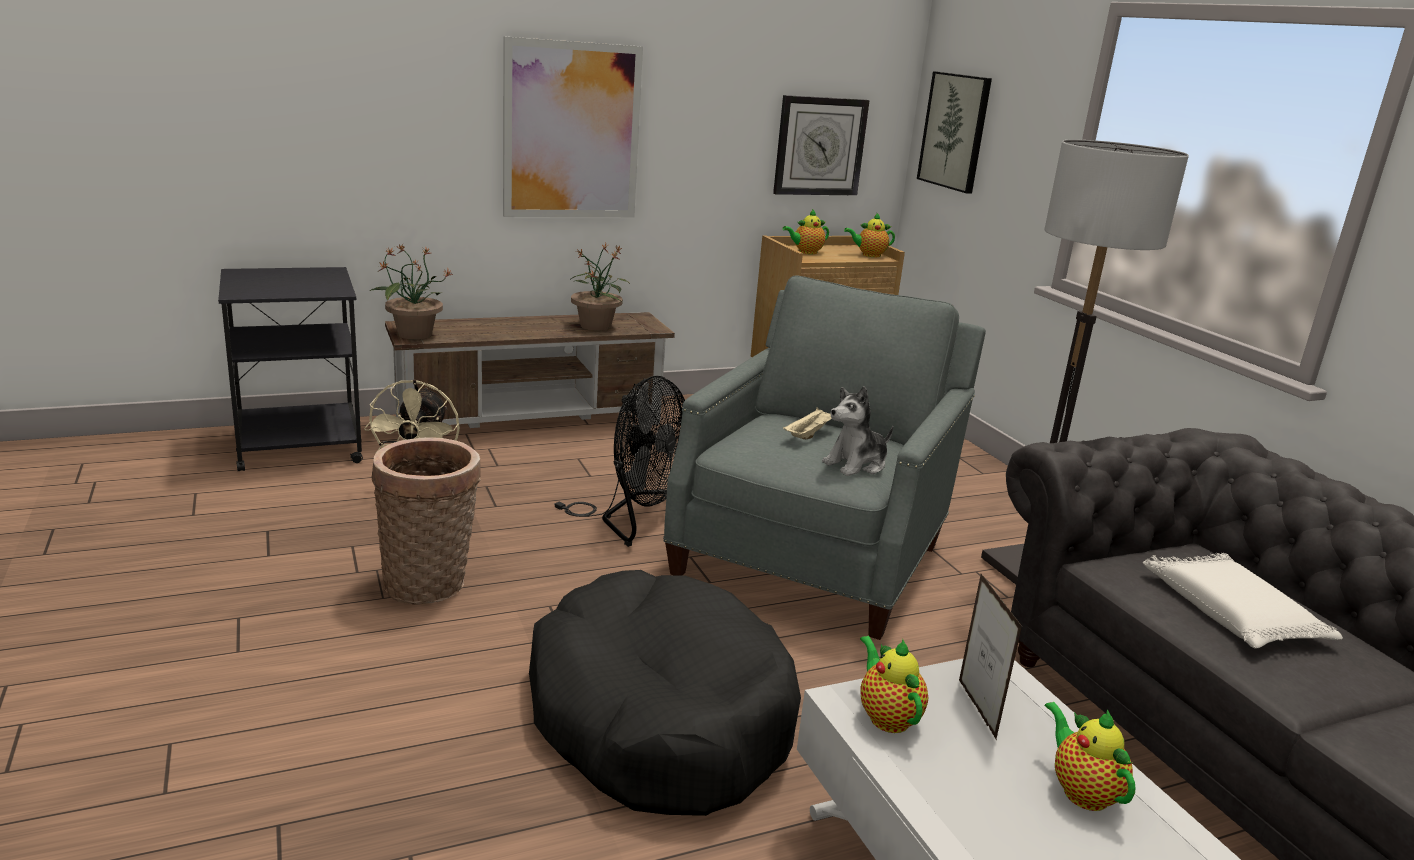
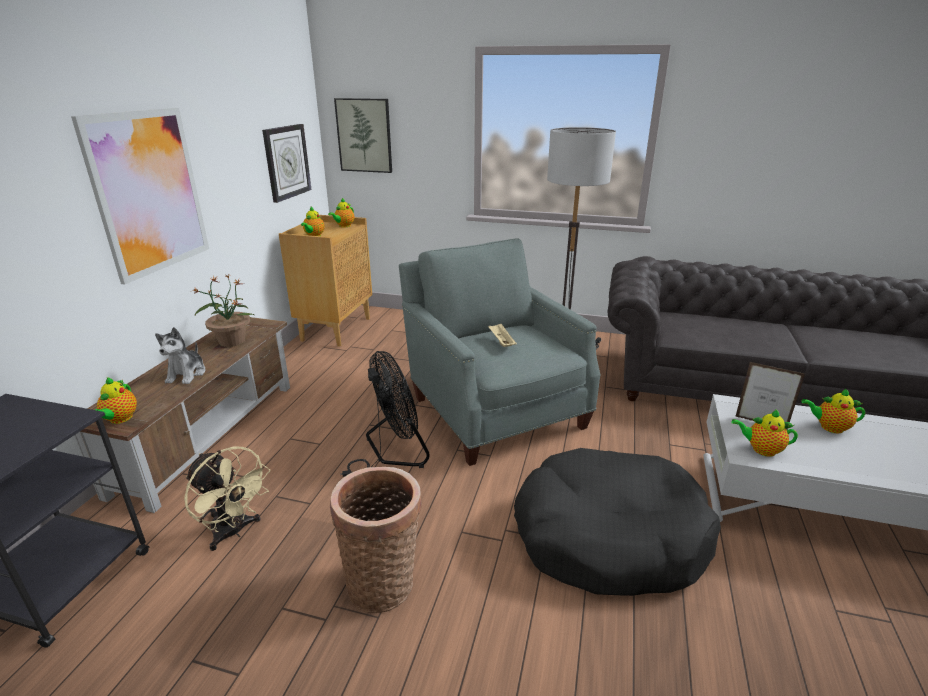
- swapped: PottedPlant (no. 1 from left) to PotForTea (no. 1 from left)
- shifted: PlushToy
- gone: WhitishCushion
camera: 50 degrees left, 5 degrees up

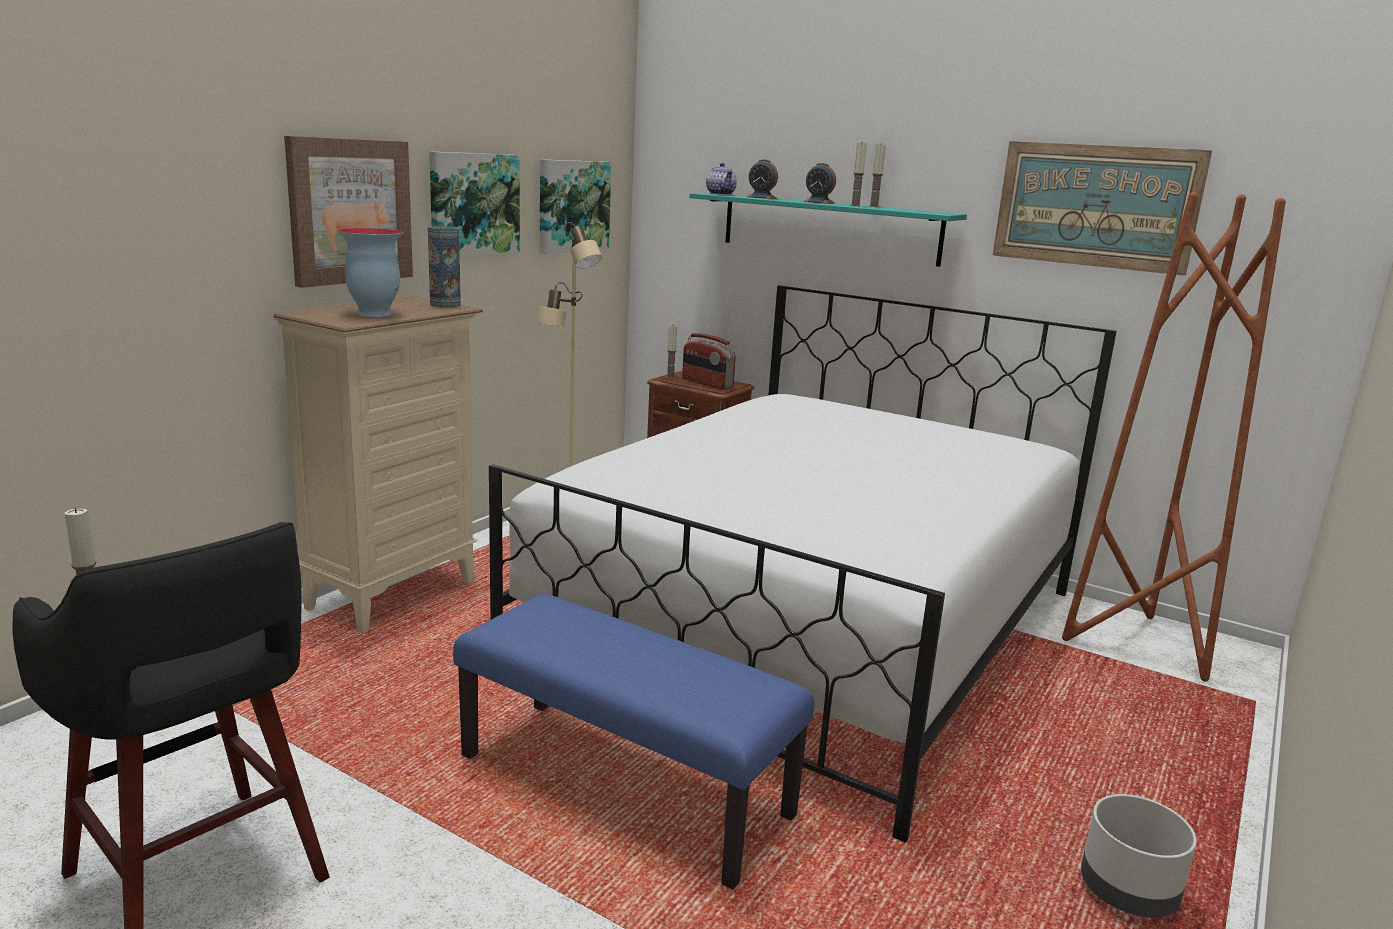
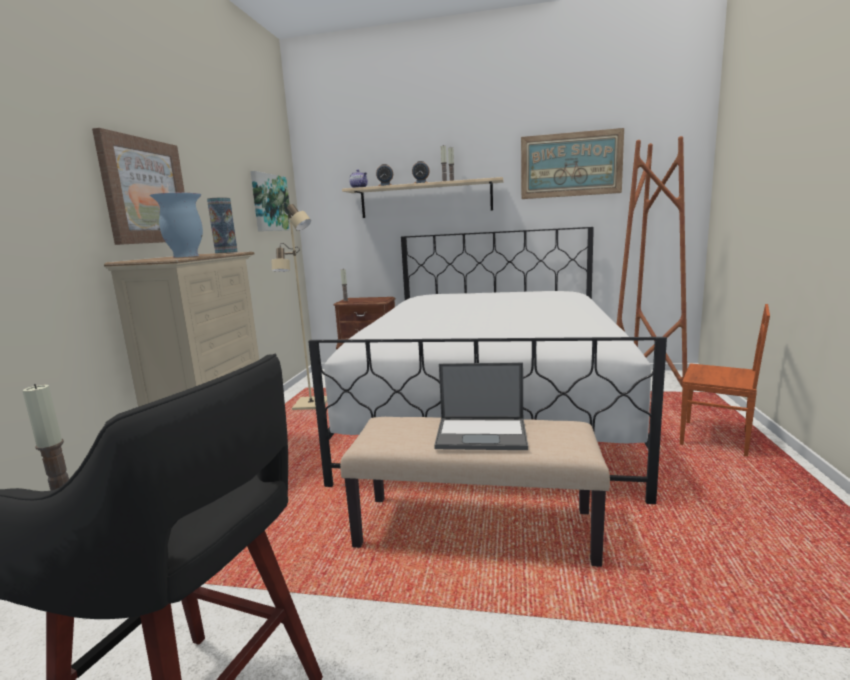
- repainted: BlueLongSeat to BeigeColouredLongSeat
- repainted: TurquoiseColouredWallShelf to BeigeColouredWallShelf
- new: Laptop
- new: BrownishChair
- gone: WallPicture (no. 2 from left)
- gone: RadioReceiver
- gone: GreyishFlowerPot
camera: 20 degrees left, 5 degrees down

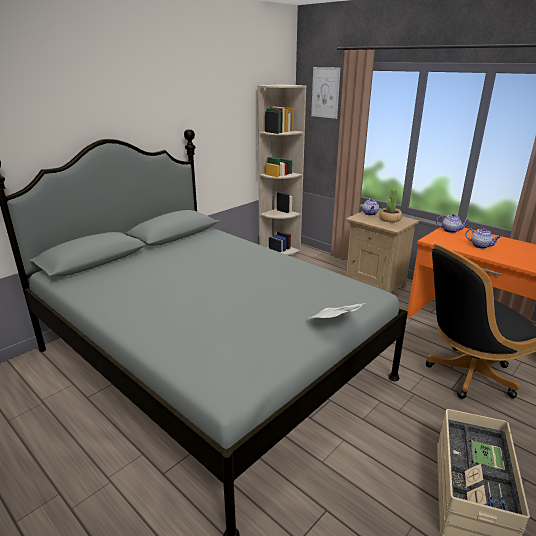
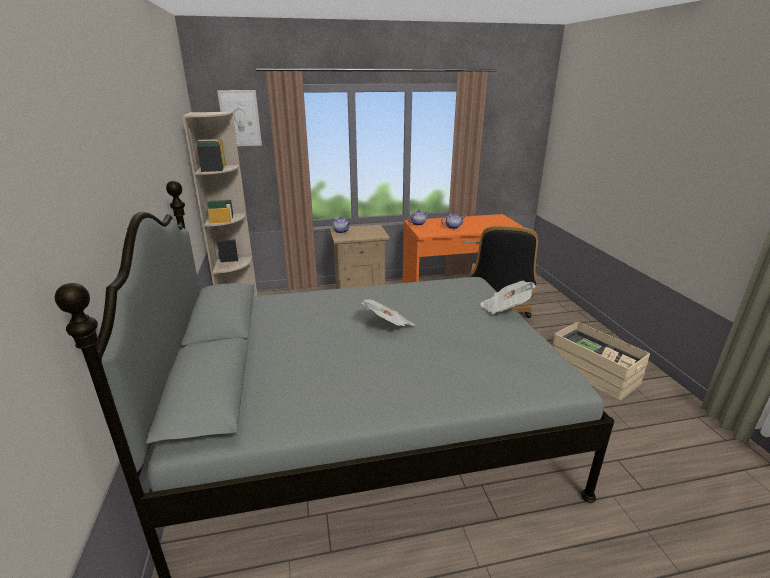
- new: DailyPaper (no. 1 from left)
- gone: PottedPlant
camera: 55 degrees left, 0 degrees up

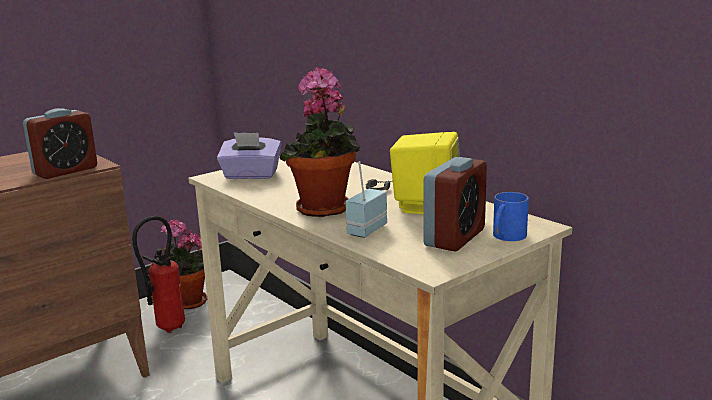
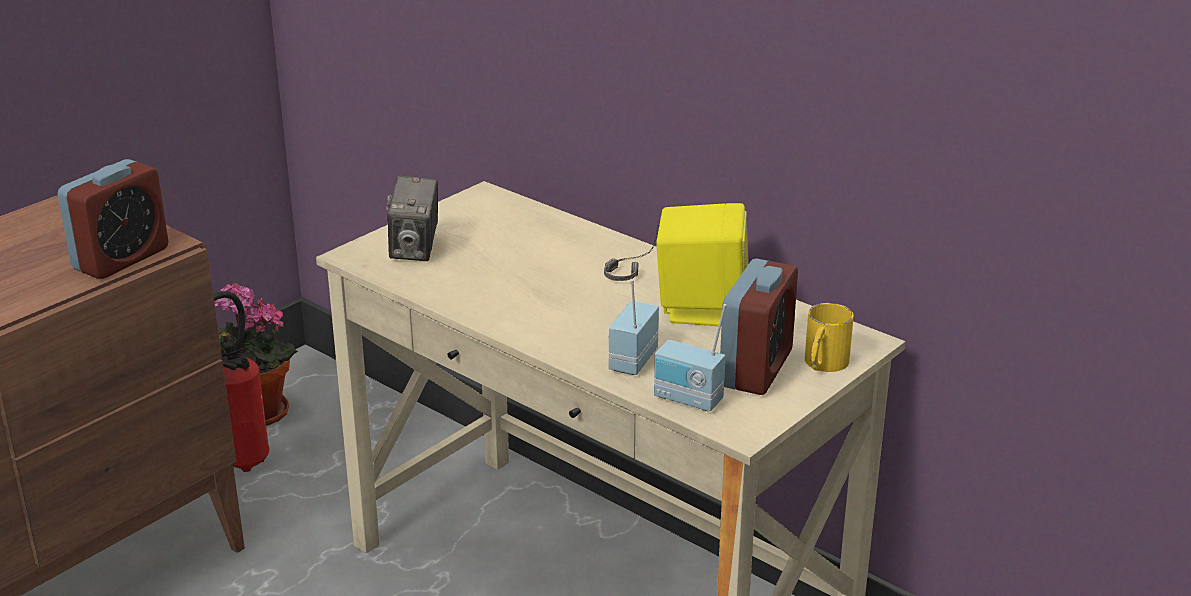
- swapped: PurpleColouredBoxOfTissues to StillCamera
- new: RadioReceiver (no. 2 from left)
- repainted: BlueCoffeeMug to YellowCoffeeMug
- gone: PottedPlant (no. 2 from left)
camera: 10 degrees left, 10 degrees up

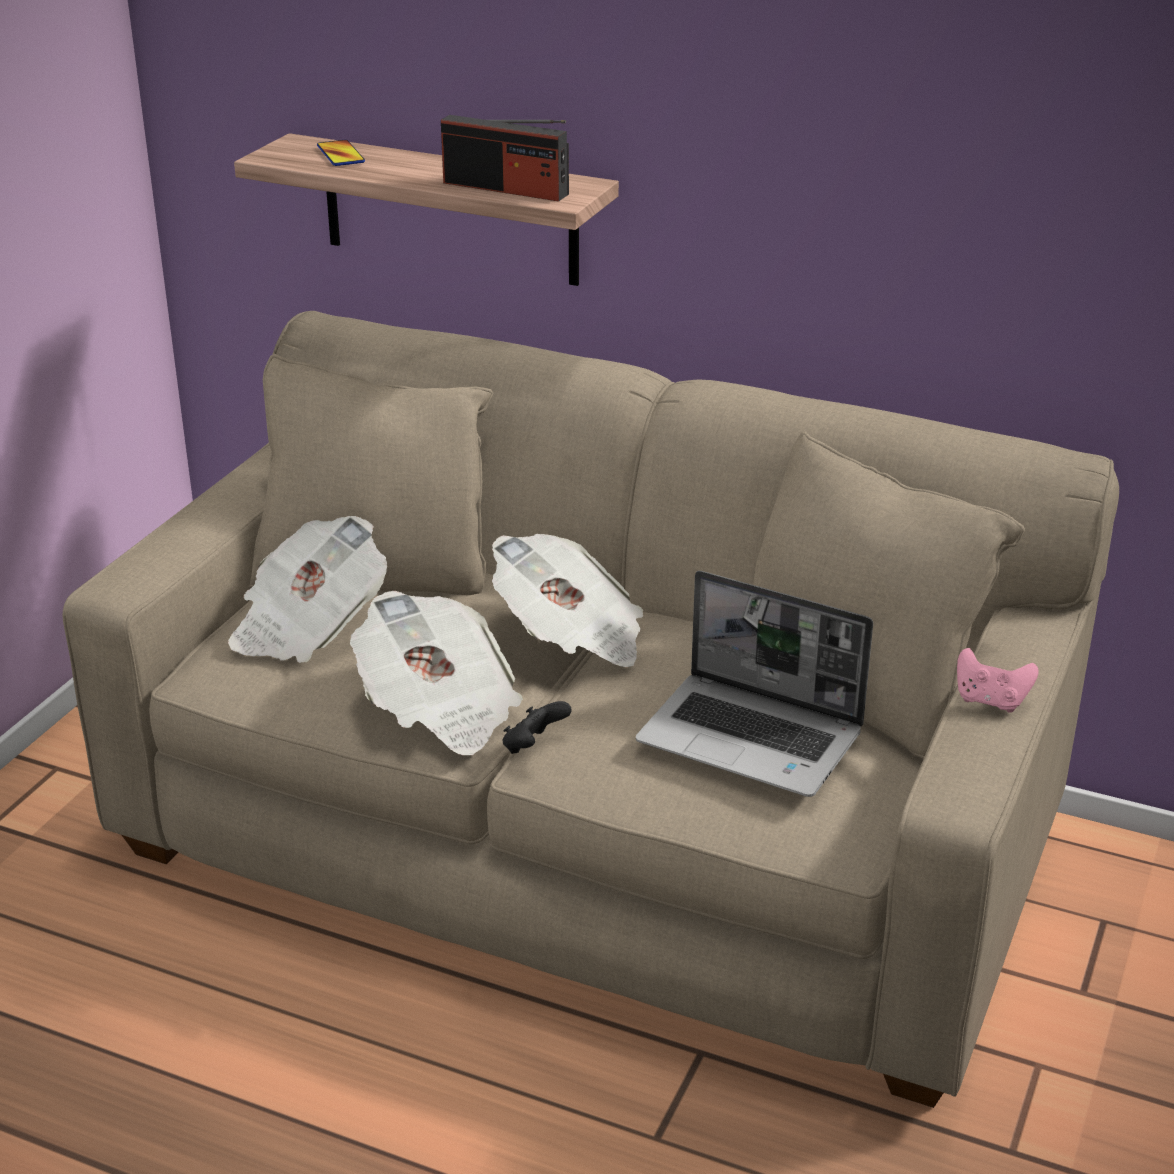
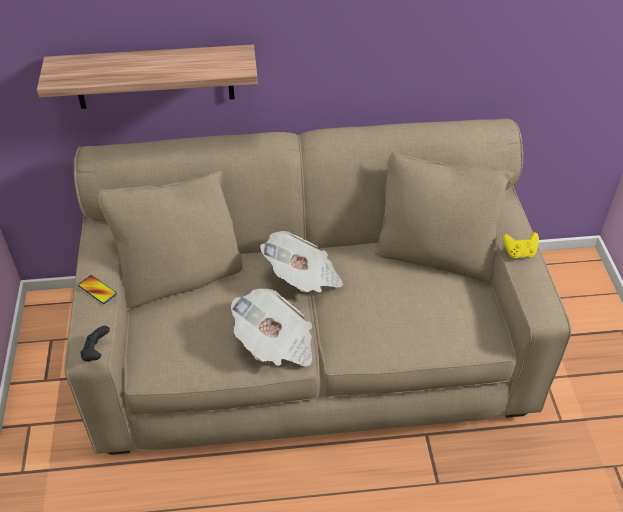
- shifted: Telephone
- shifted: BlackGamepad
- repainted: PinkishGamepad to YellowGamepad
- gone: DailyPaper (no. 1 from left)
- gone: RadioReceiver
- gone: Laptop
camera: 30 degrees left, 15 degrees up

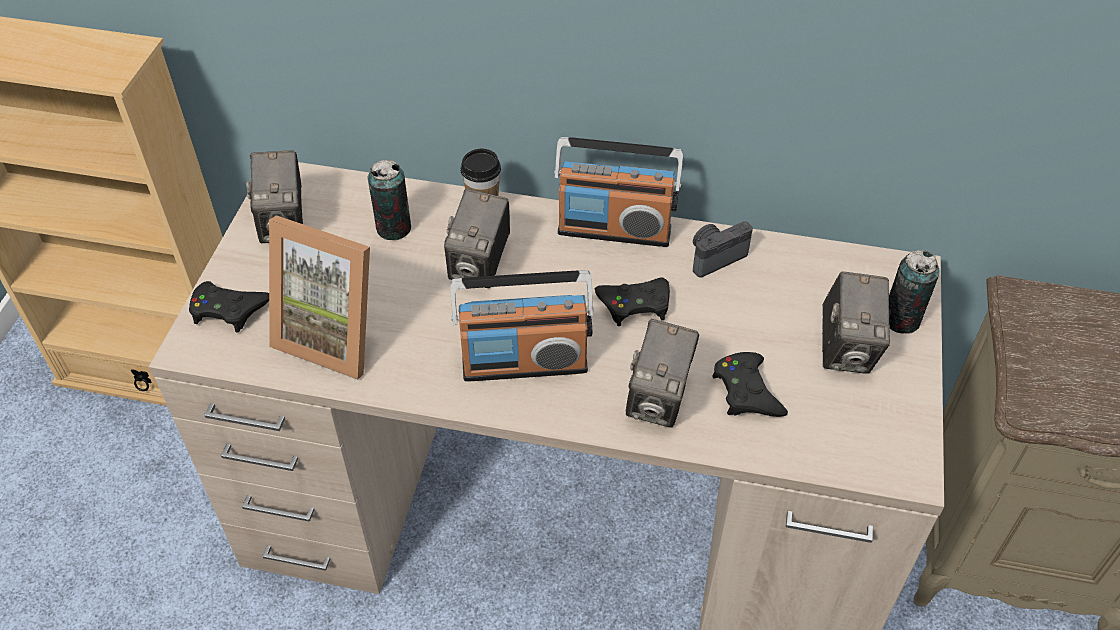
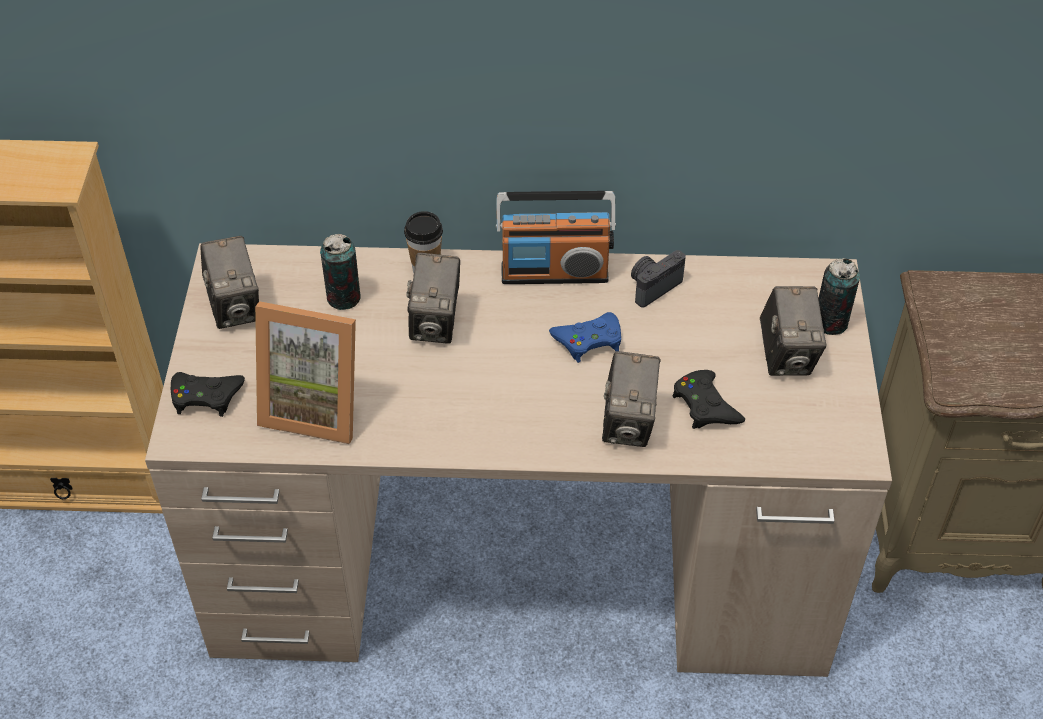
- repainted: BlackGamepad (no. 2 from left) to BlueGamepad
- gone: RadioReceiver (no. 1 from left)
camera: 10 degrees left, 0 degrees up

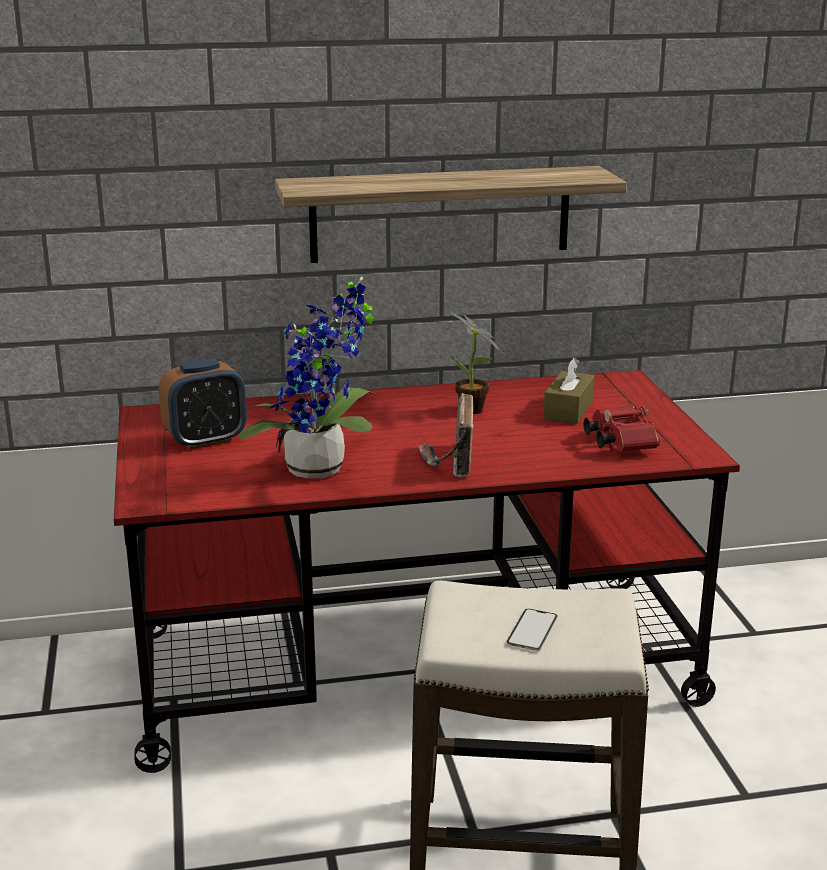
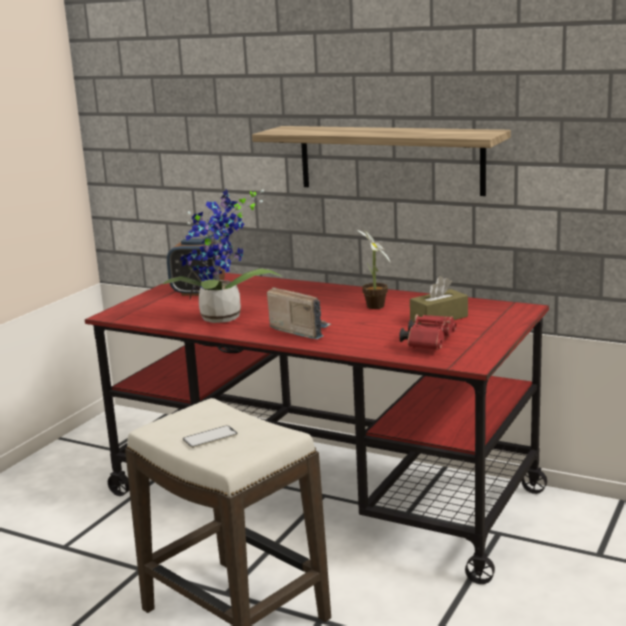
- rotated: RadioReceiver 90 degrees clockwise
camera: 40 degrees right, 5 degrees down

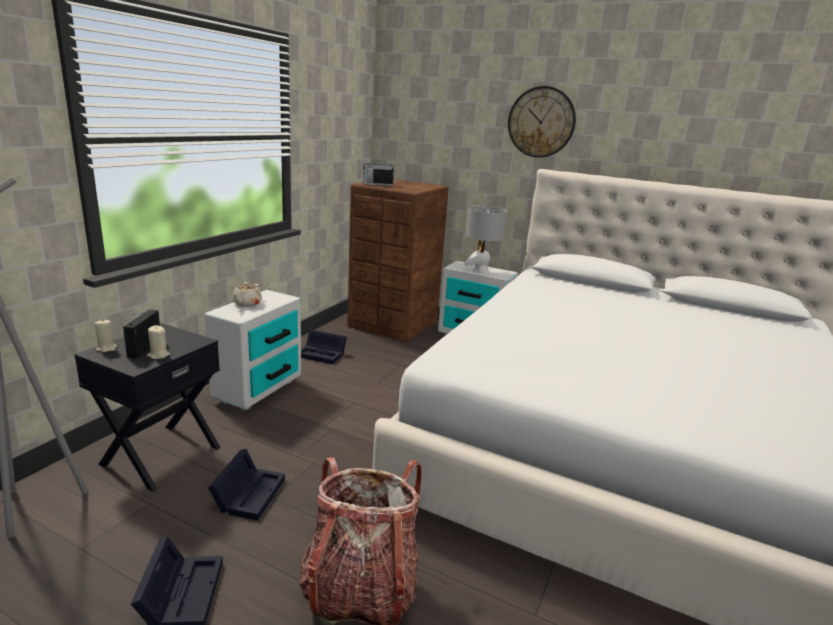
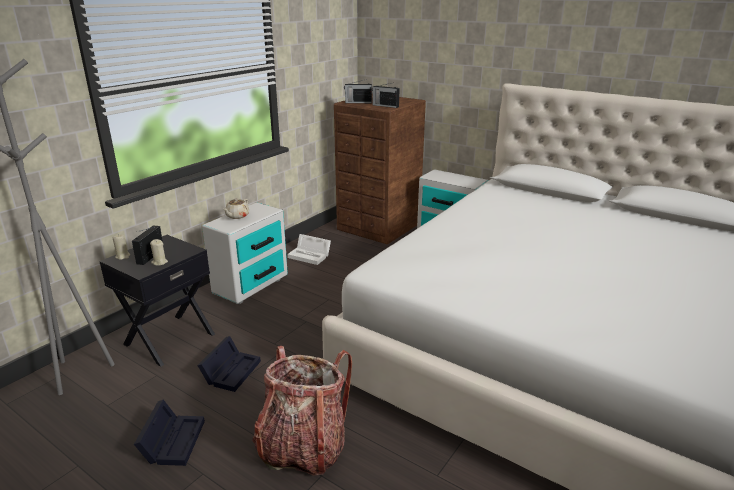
- repainted: BlackStorageContainer (no. 3 from left) to WhitishStorageContainer
- new: RadioReceiver (no. 3 from left)
- gone: GreyishTabletopLamp
- gone: HangingClock
camera: 10 degrees right, 5 degrees up

